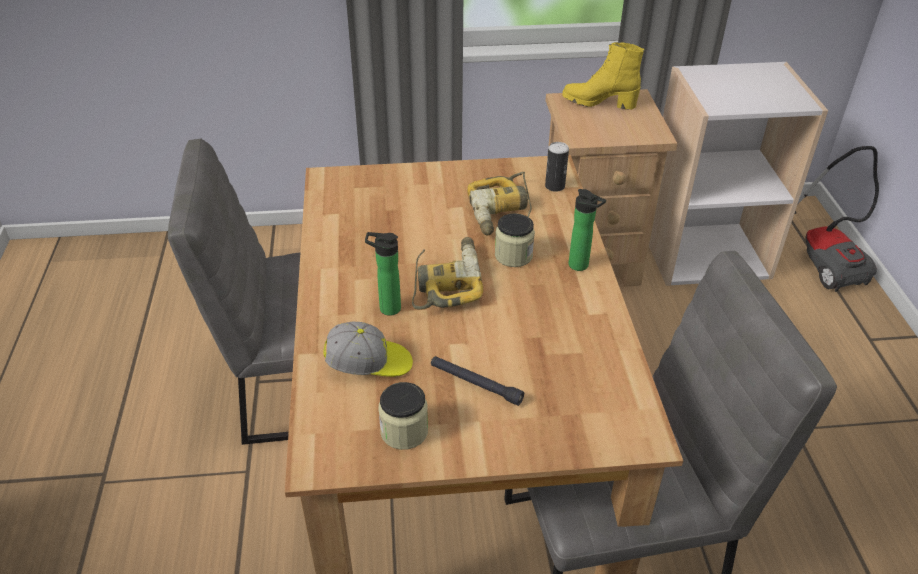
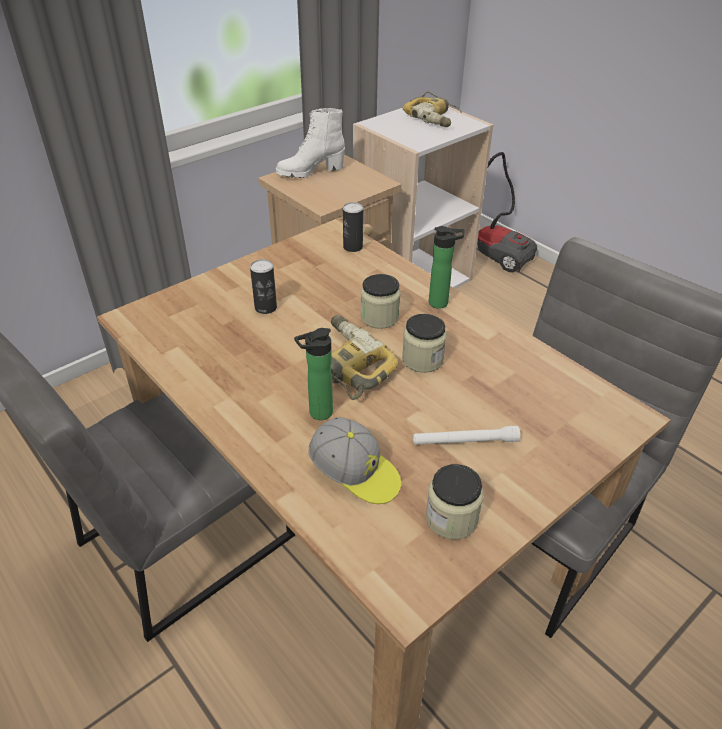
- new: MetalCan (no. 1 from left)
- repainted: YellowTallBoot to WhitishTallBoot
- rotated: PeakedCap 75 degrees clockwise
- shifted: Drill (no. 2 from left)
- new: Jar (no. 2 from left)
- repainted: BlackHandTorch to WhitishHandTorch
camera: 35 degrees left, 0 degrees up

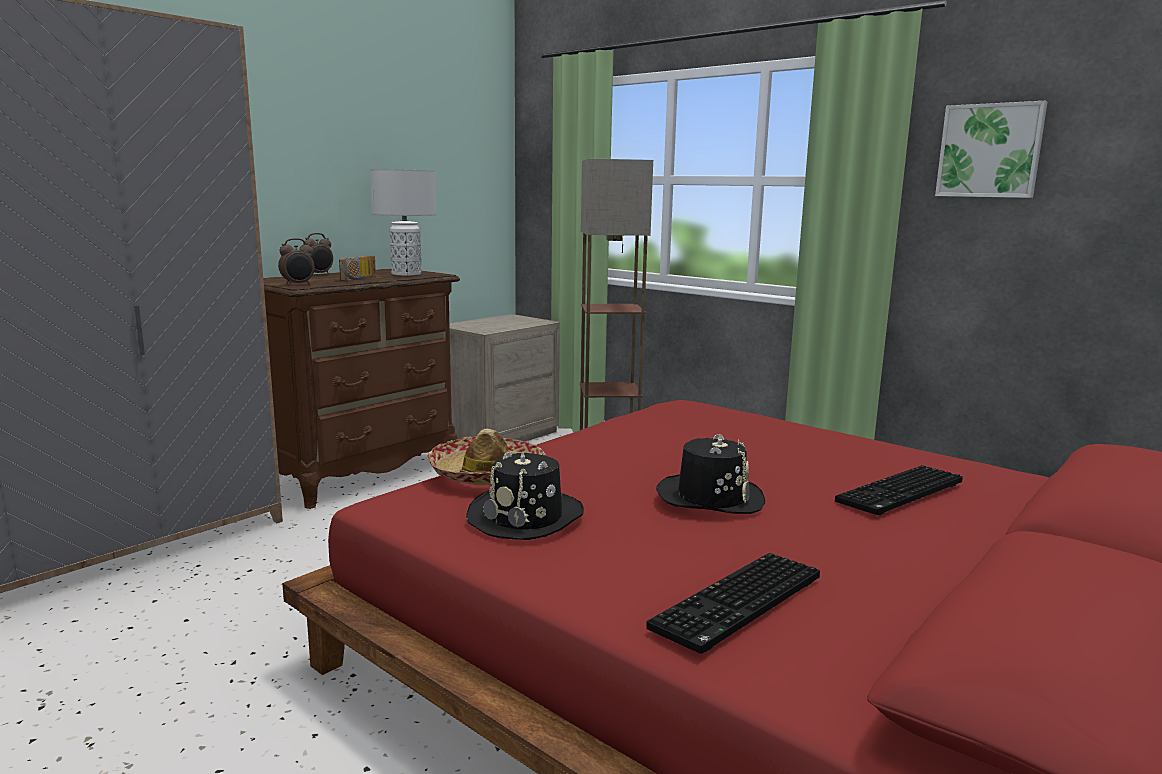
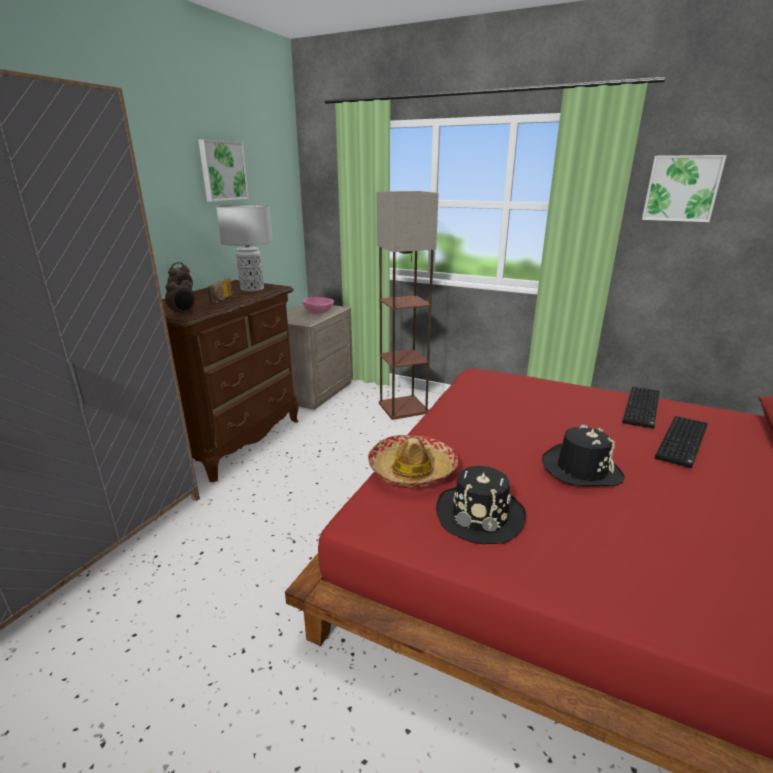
- new: WallPicture (no. 1 from left)
- new: PinkishBowl
- shifted: ComputerKeyboard (no. 1 from left)
camera: 15 degrees left, 10 degrees up

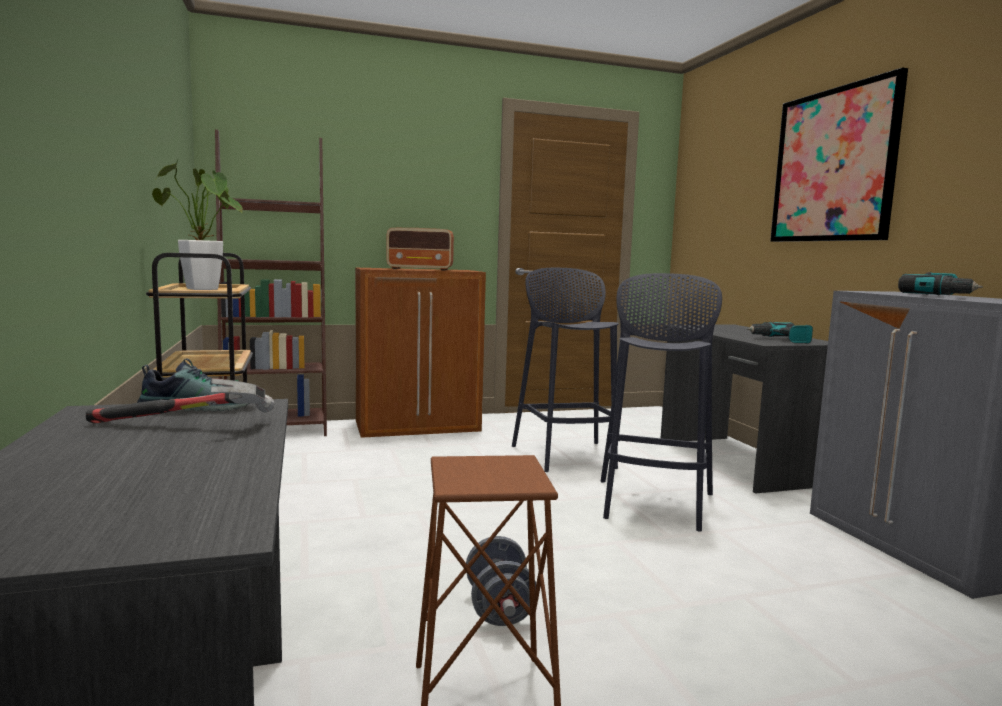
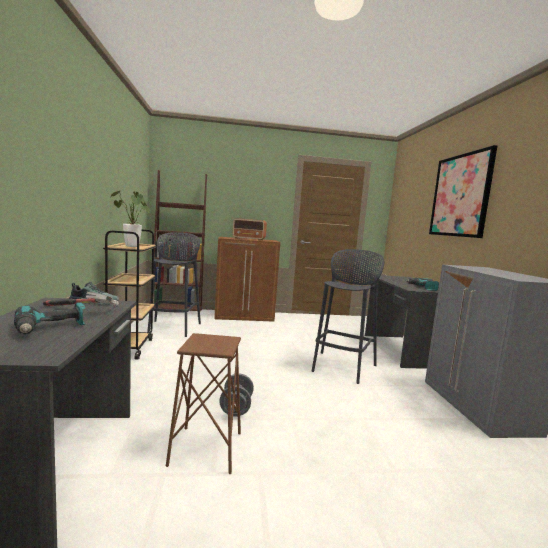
- shifted: Drill (no. 2 from left in the first image) to Drill (no. 1 from left)
- shifted: GreyishSittingStool (no. 1 from left)
camera: 10 degrees right, 0 degrees up

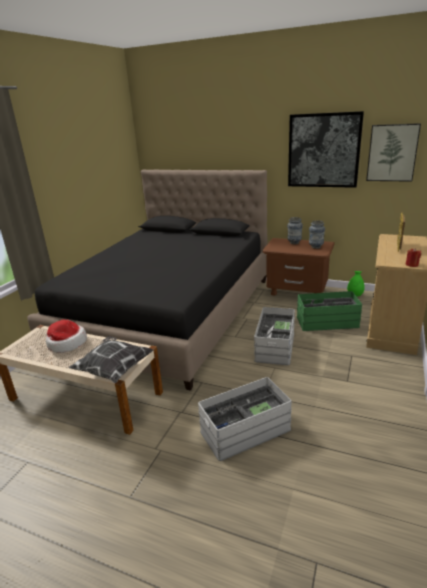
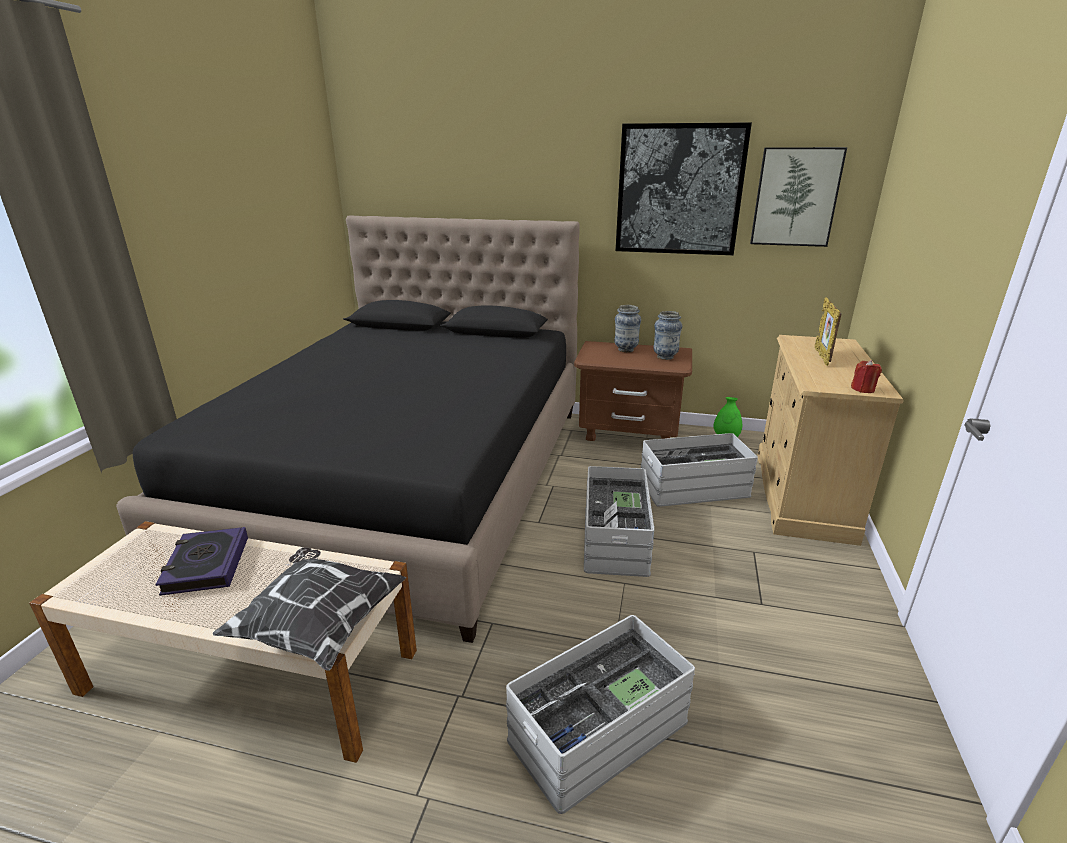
- swapped: Hat to BoundBook
- repainted: GreenStorageContainer to GreyishStorageContainer (no. 3 from left)
camera: 10 degrees left, 0 degrees up

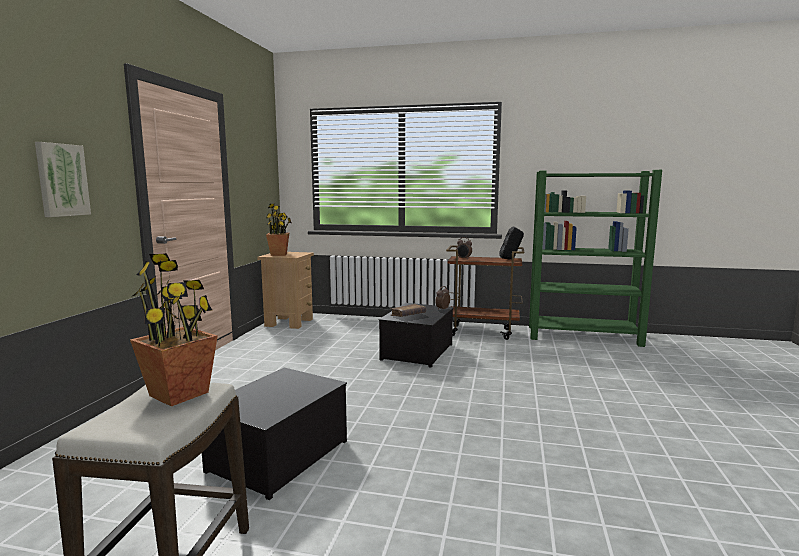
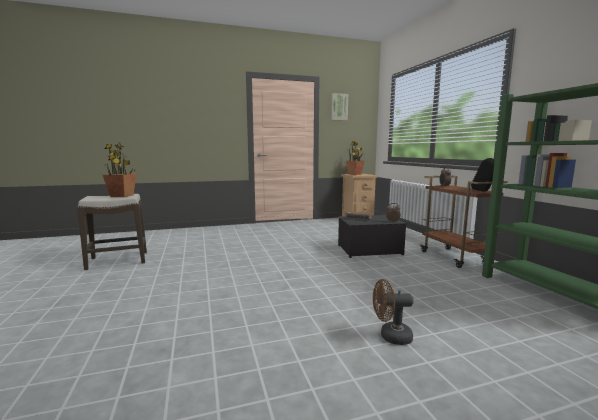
- shifted: WallPicture
- new: BrownishFan
- gone: StorageContainer (no. 1 from left)
camera: 60 degrees right, 0 degrees up

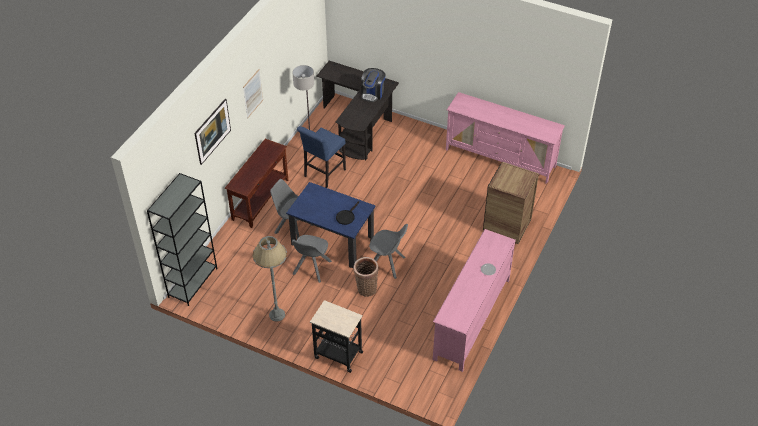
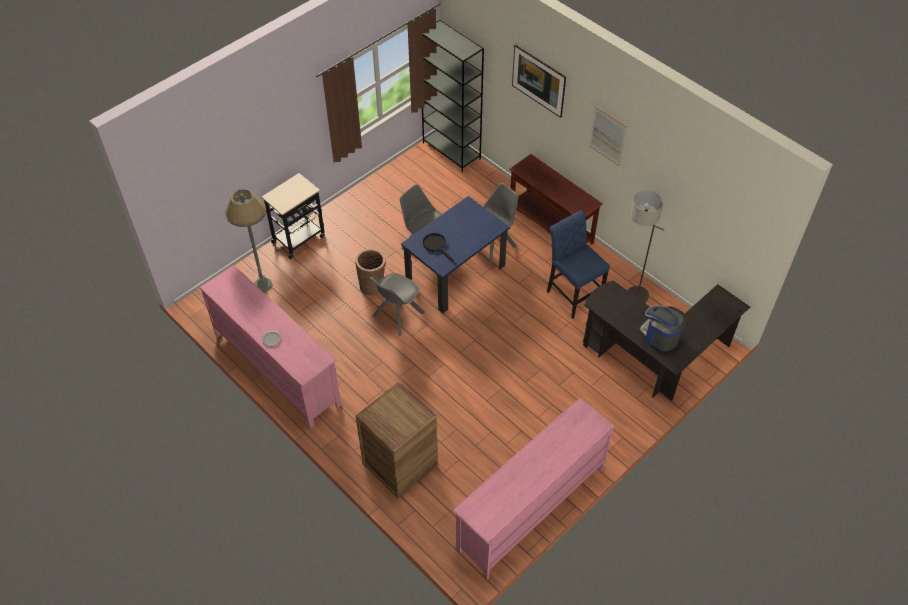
- shifted: GreyishStandardLamp (no. 1 from left)
camera: 110 degrees right, 5 degrees up

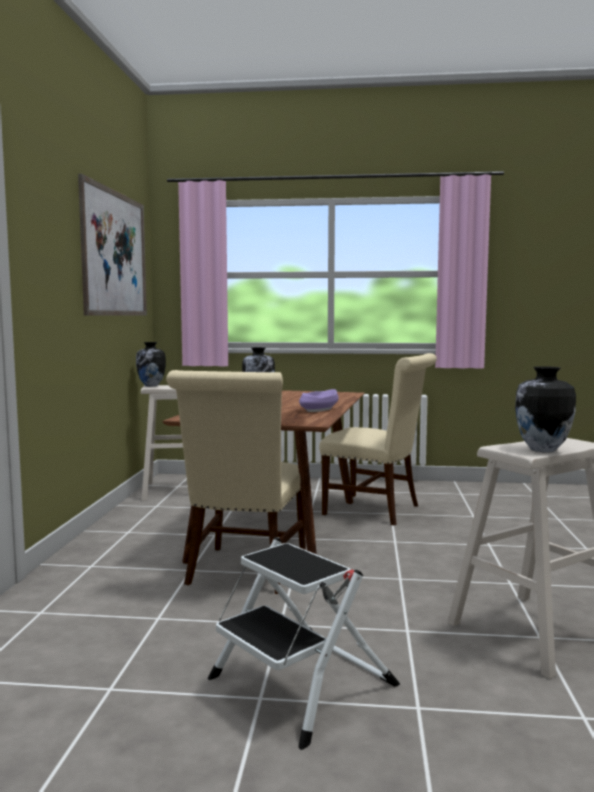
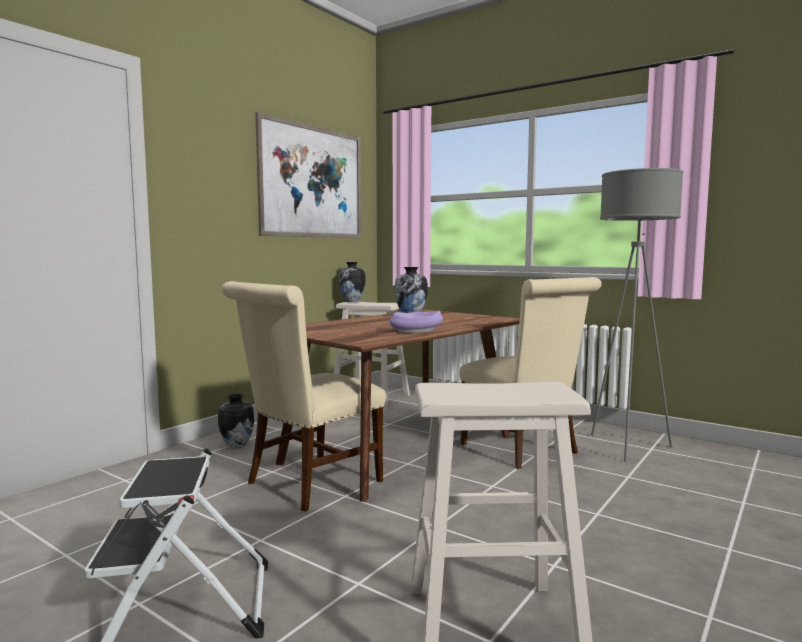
- shifted: Vase (no. 3 from left in the first image) to Vase (no. 1 from left)
- new: GreyishStandardLamp
camera: 30 degrees right, 0 degrees up

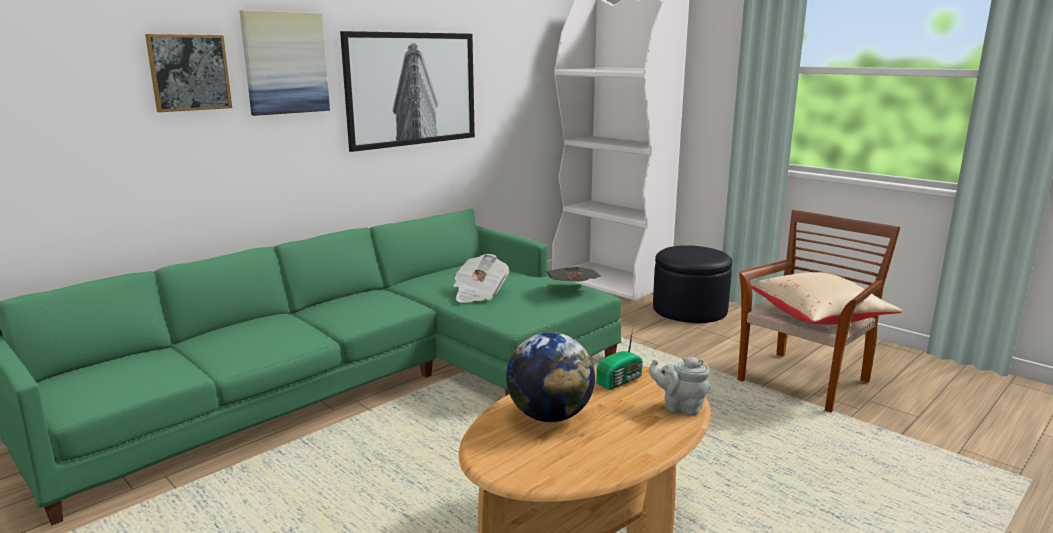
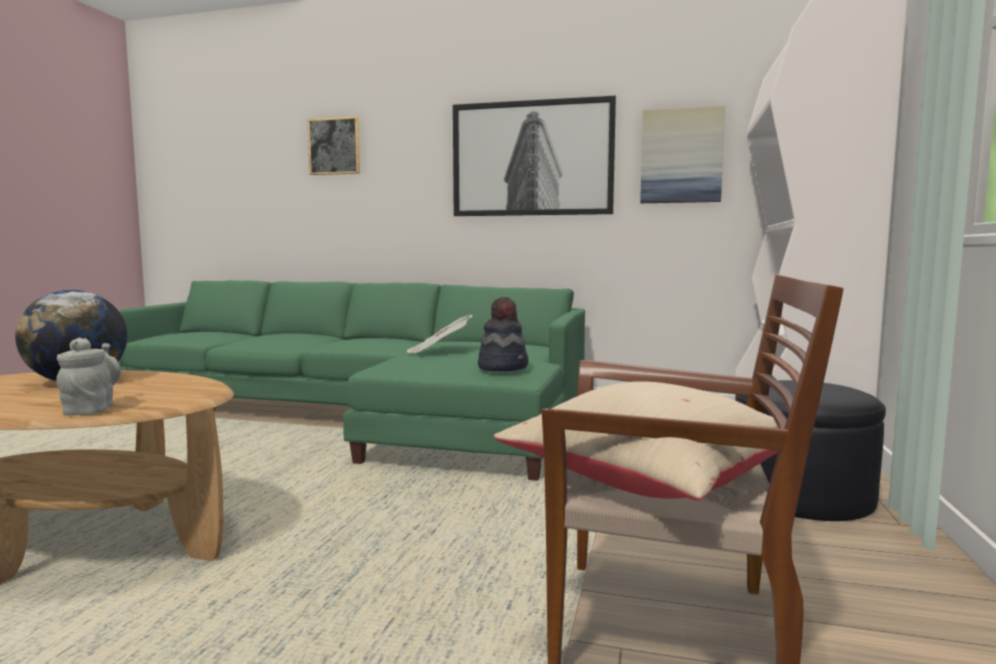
- swapped: DailyPaper (no. 2 from left) to Hat
- shifted: WallPicture (no. 2 from left in the first image) to WallPicture (no. 3 from left)
- gone: RadioReceiver
camera: 60 degrees right, 10 degrees down

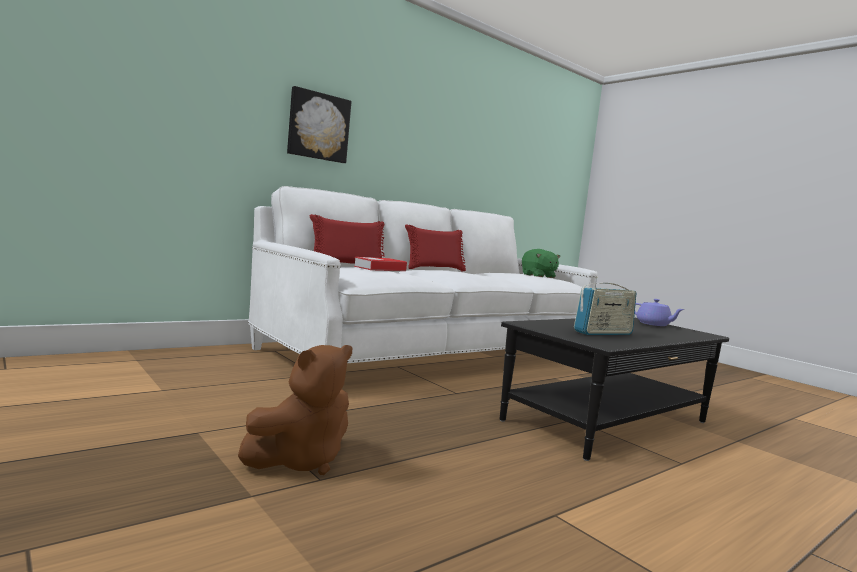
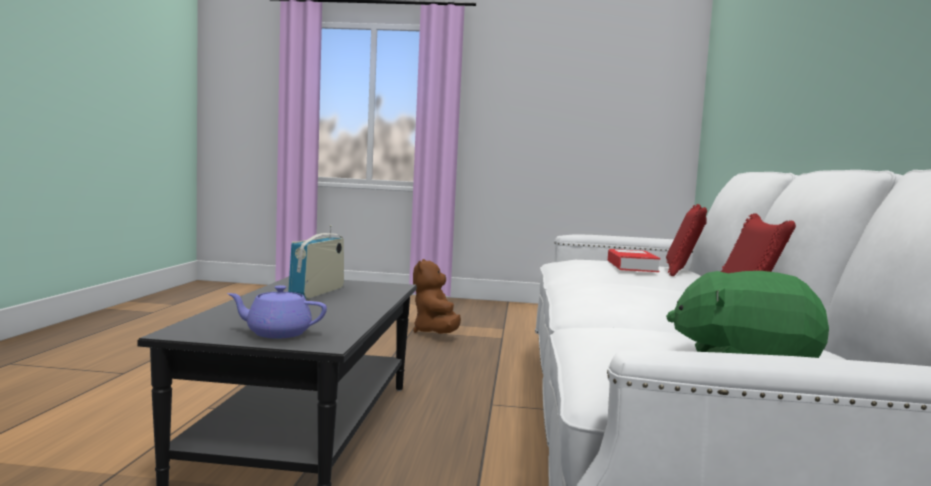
- gone: WallPicture
camera: 135 degrees right, 0 degrees up

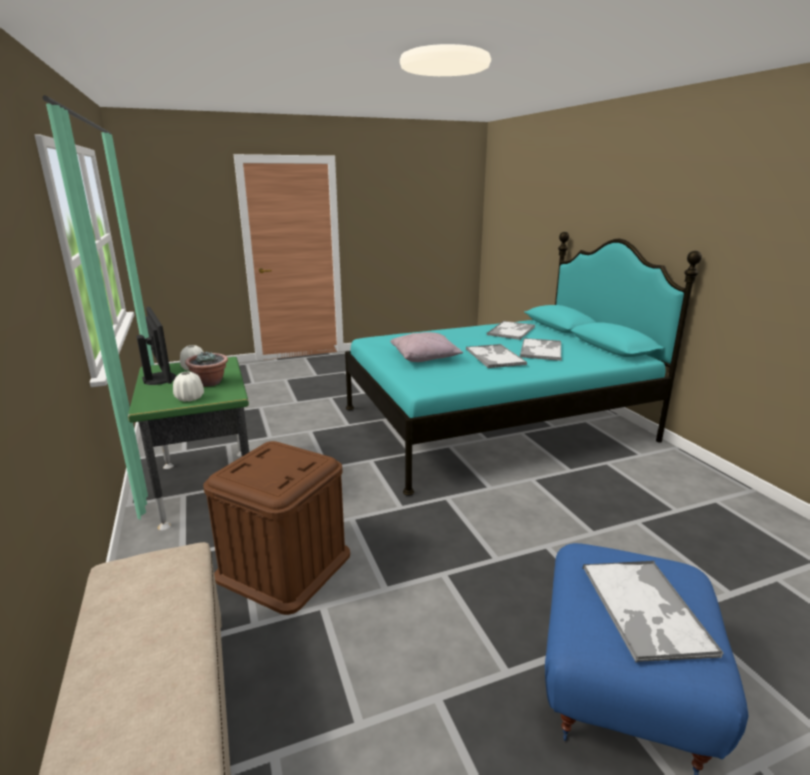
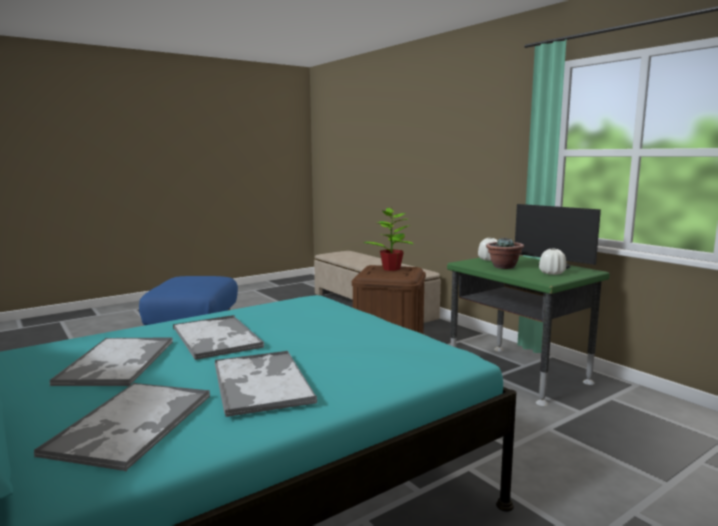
- shifted: CarryingTray (no. 4 from left)
- new: PottedPlant (no. 1 from left)
- gone: PurpleColouredCushion
camera: 165 degrees right, 10 degrees down

